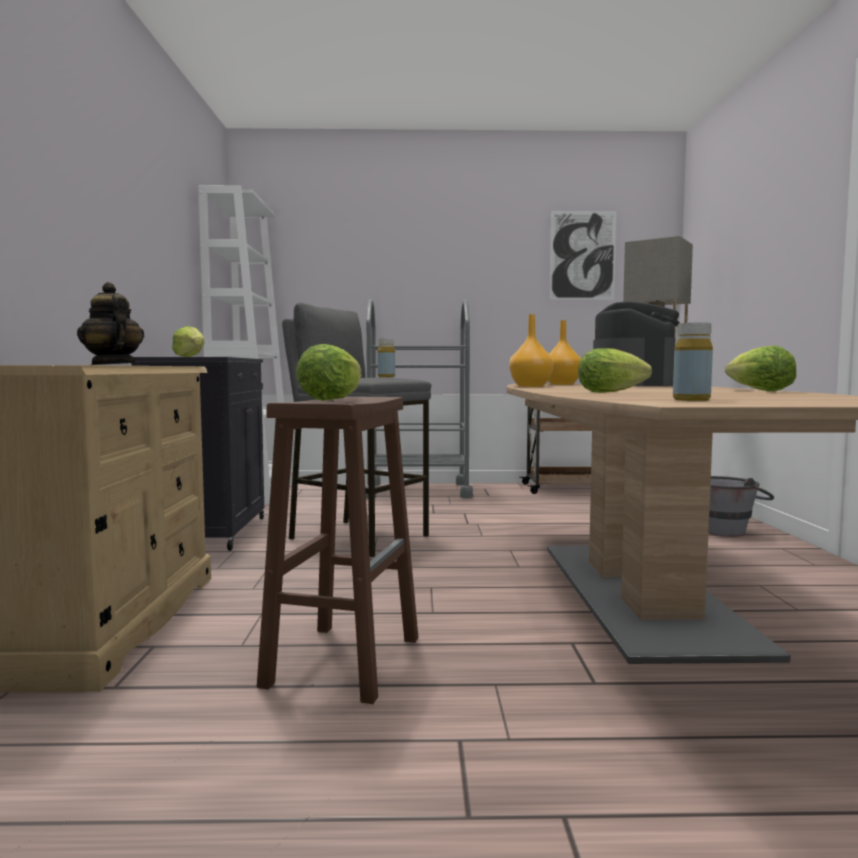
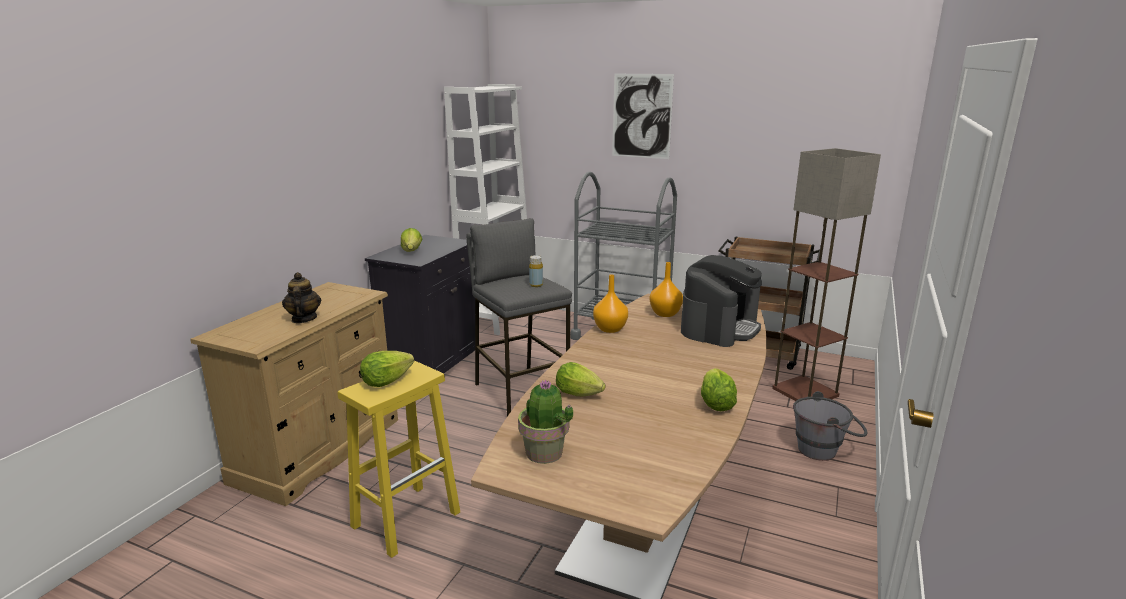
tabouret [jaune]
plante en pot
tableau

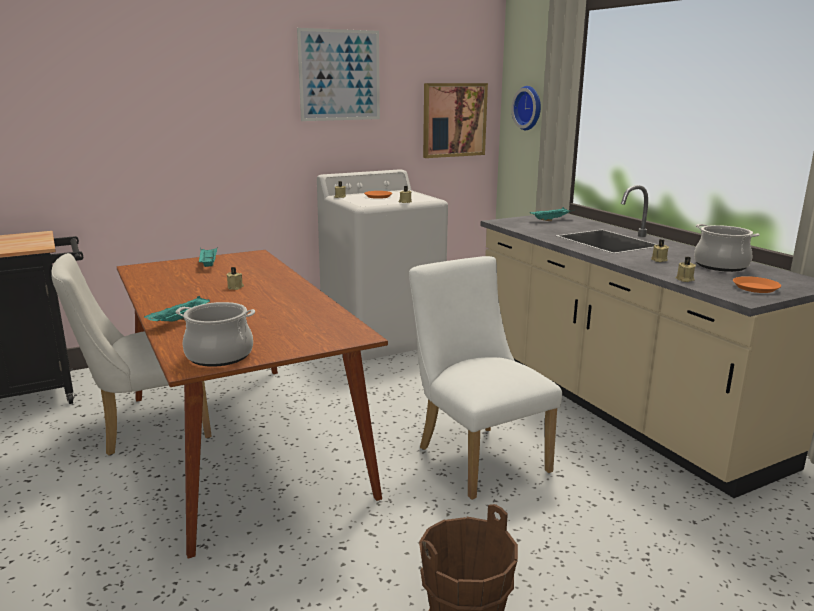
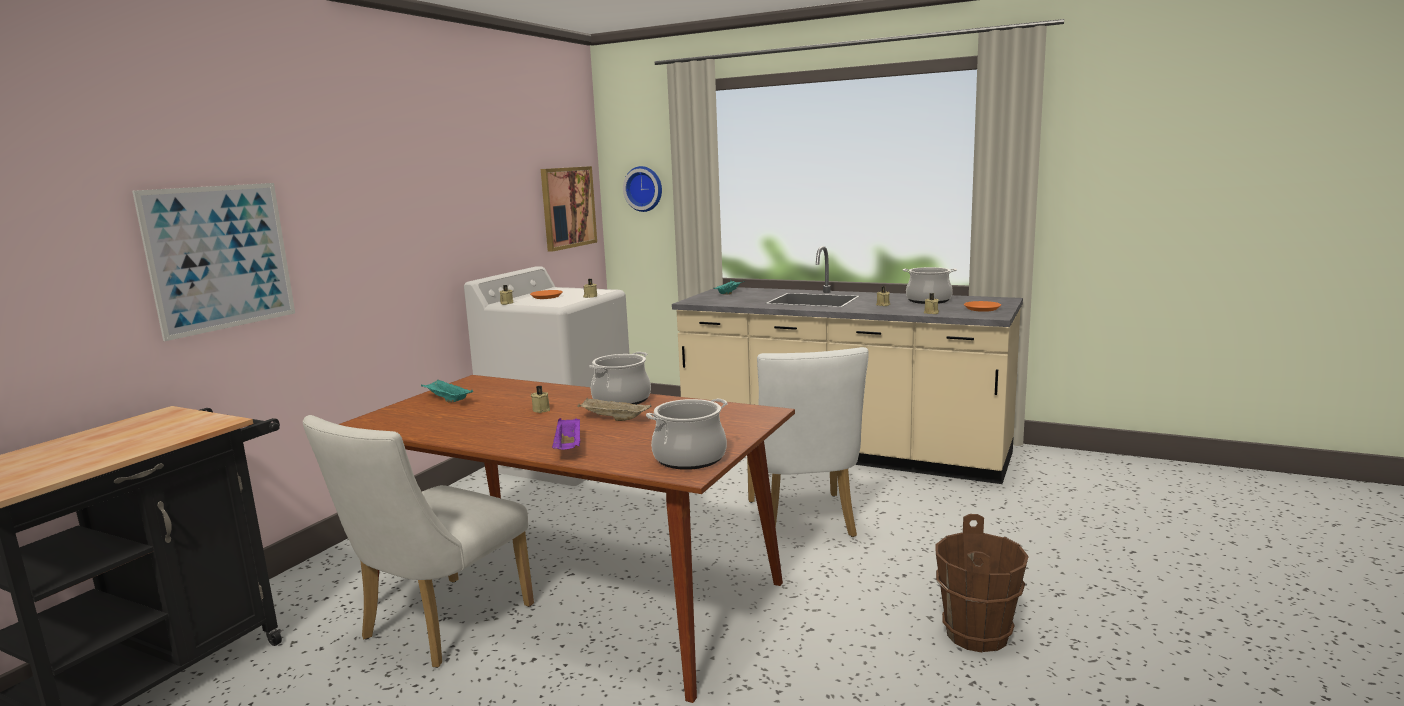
tableau (1st from left)
plateau [violet]
plateau [beige]
marmite (1st from left)
chaise [blanc] (2nd from left)

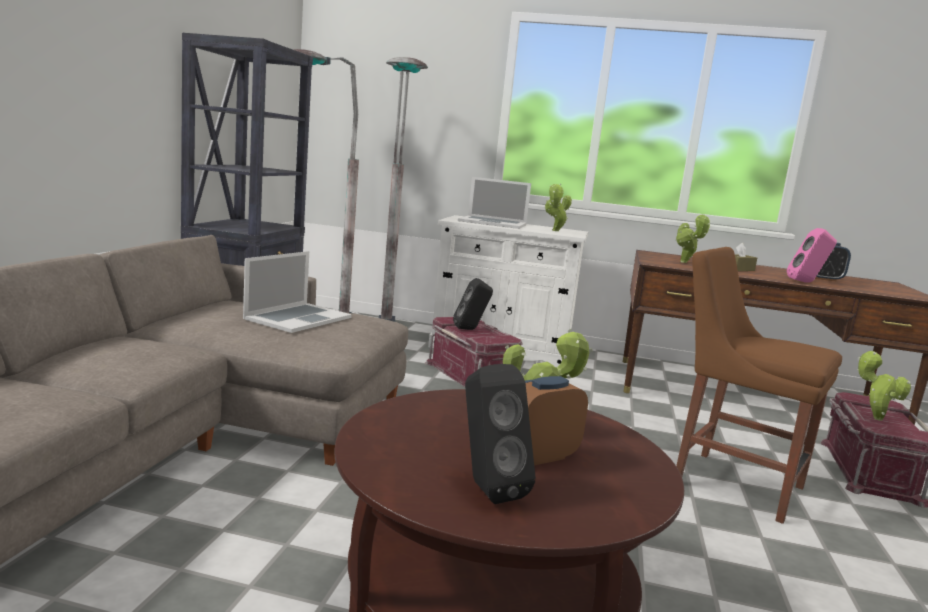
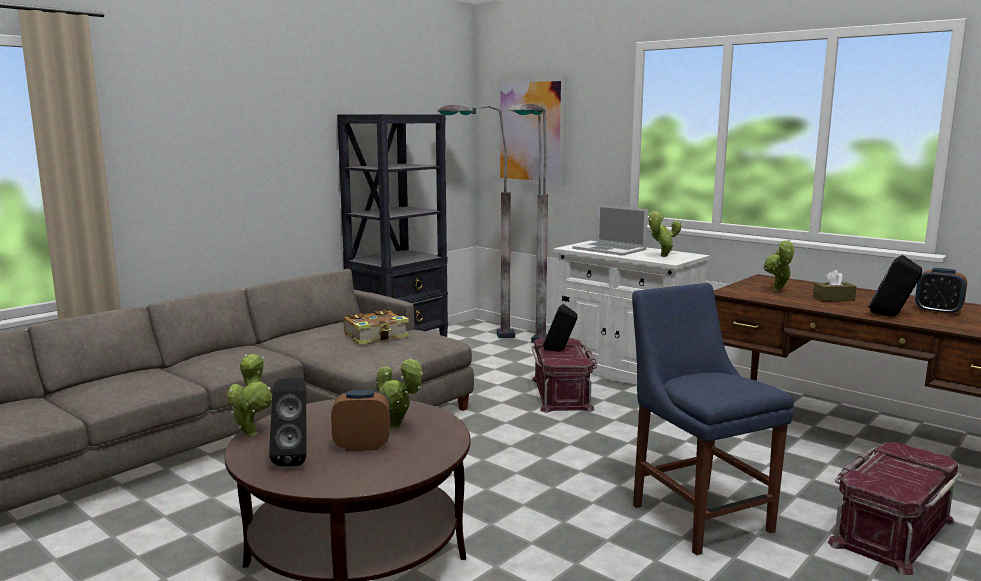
plante en pot (1st from left)
livre
tableau
chaise [bleu]
enceinte [noir] (3rd from left)

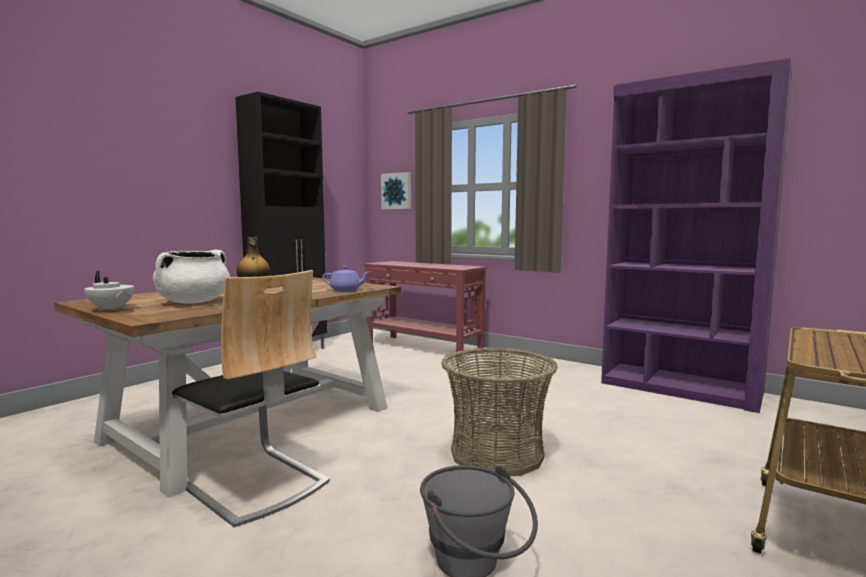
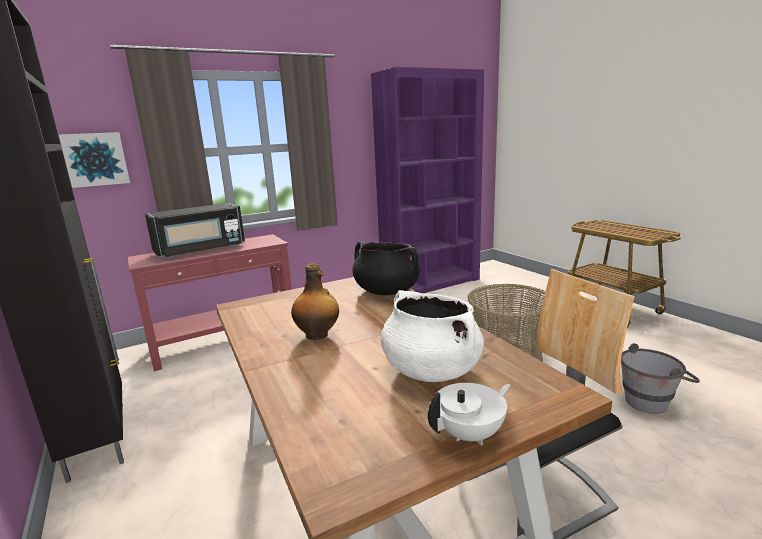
micro-ondes [noir]
marmite [noir]

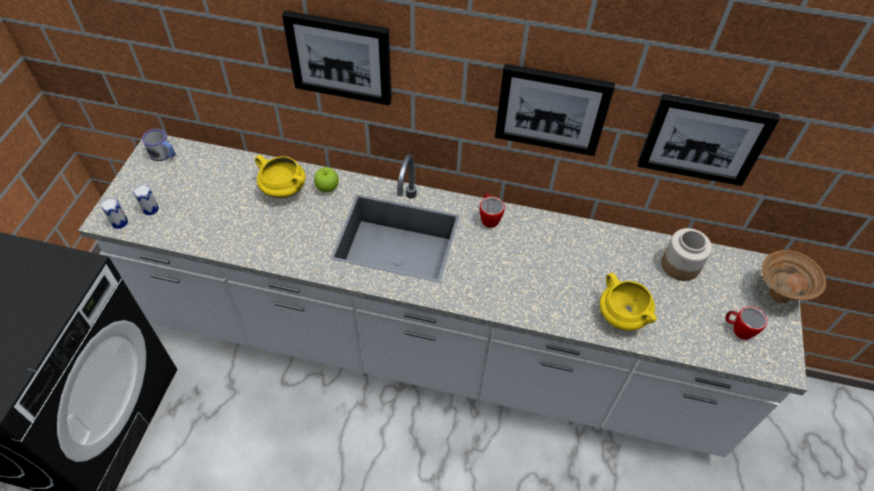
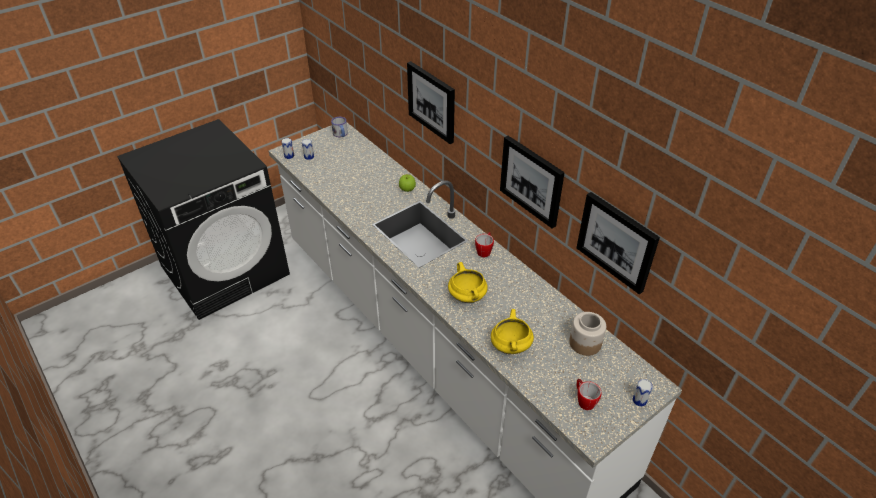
marmite [jaune] (1st from left)
boîte métallique (3rd from left)

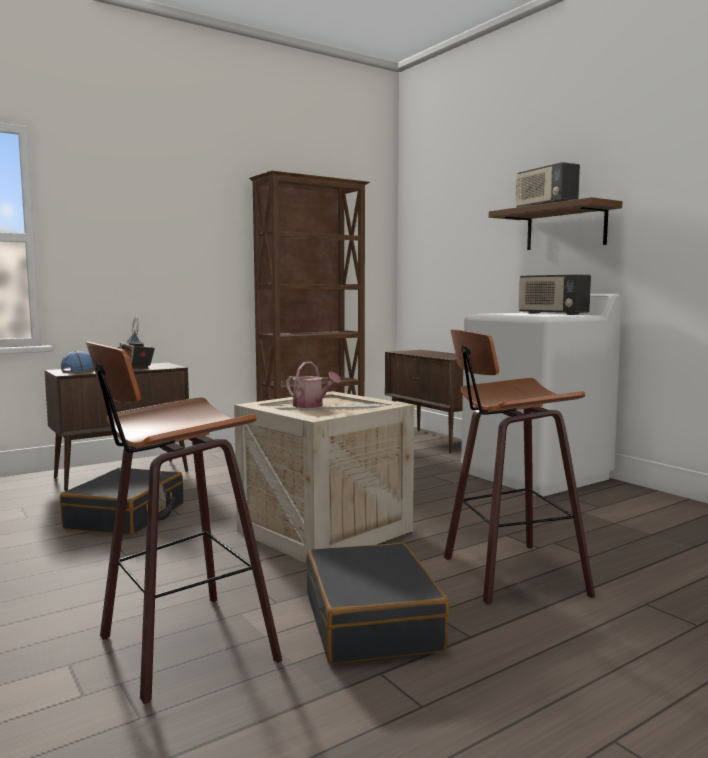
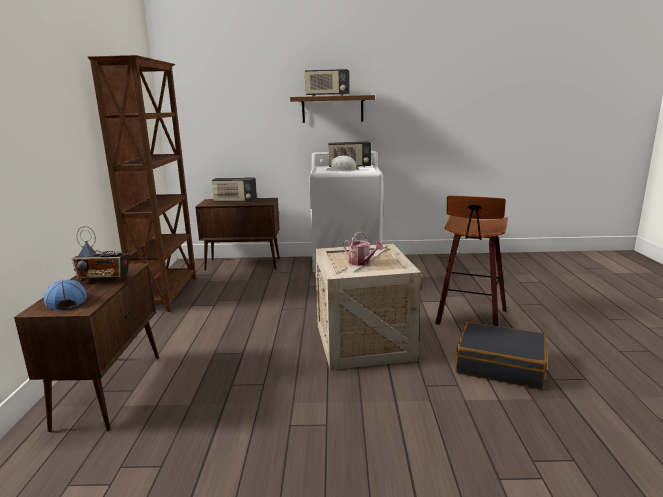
radio (2nd from left)
casque de chantier [blanc]
arrosoir
valise [noir] (1st from left in the first image)
tabouret (1st from left in the first image)

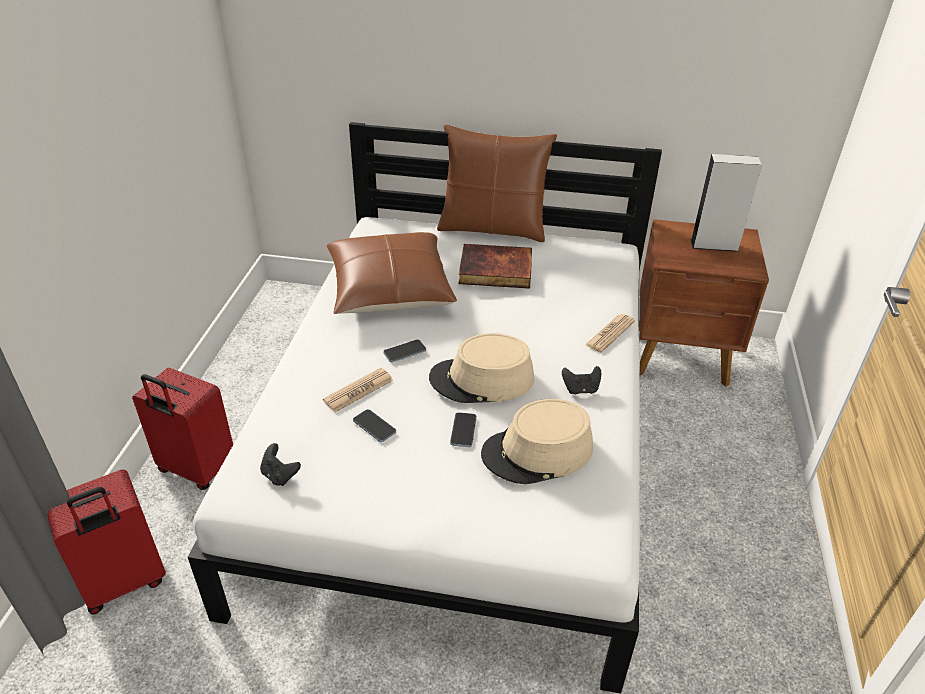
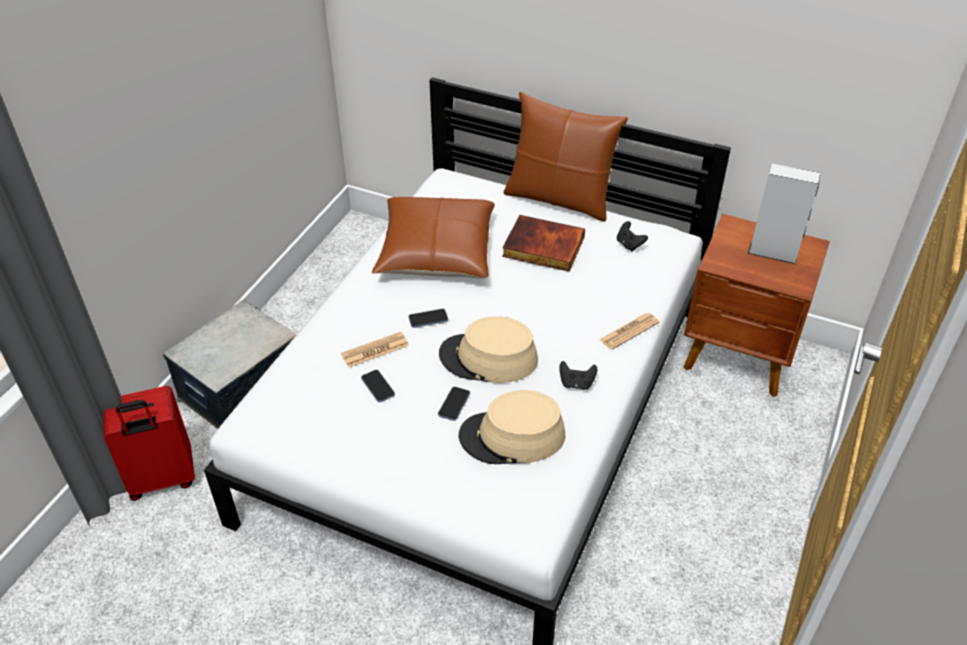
boîte de rangement
manette [noir] (2nd from left)

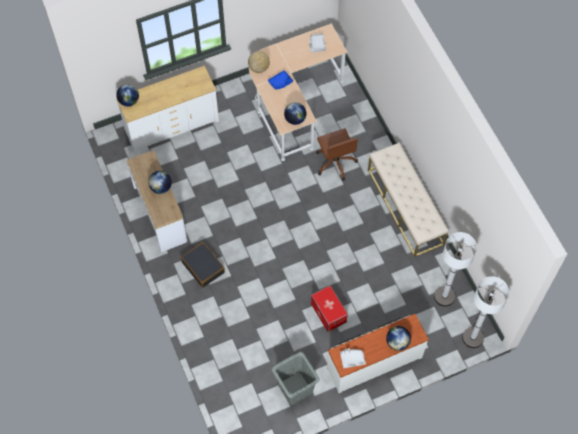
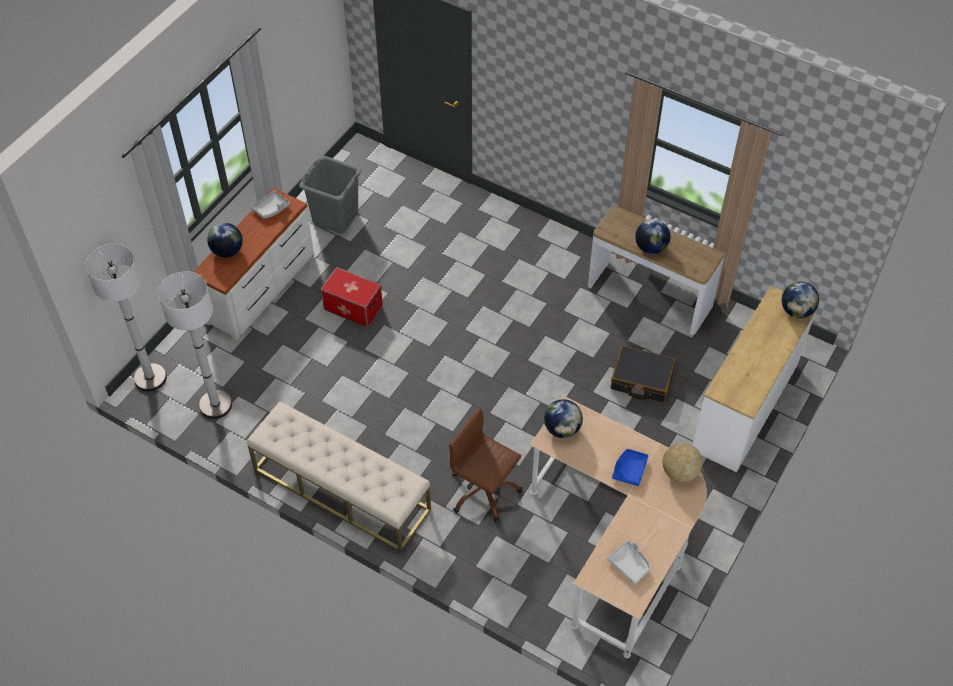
valise [noir]

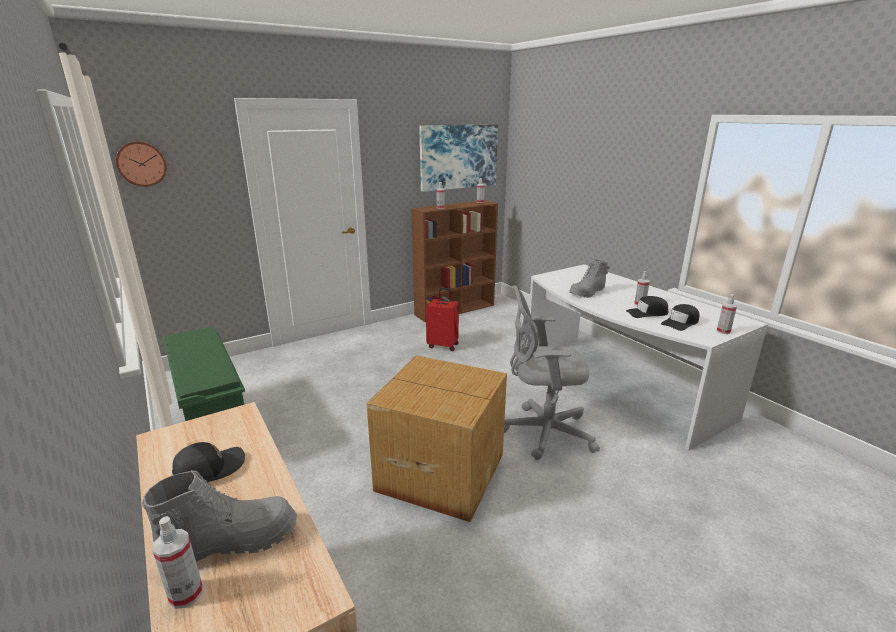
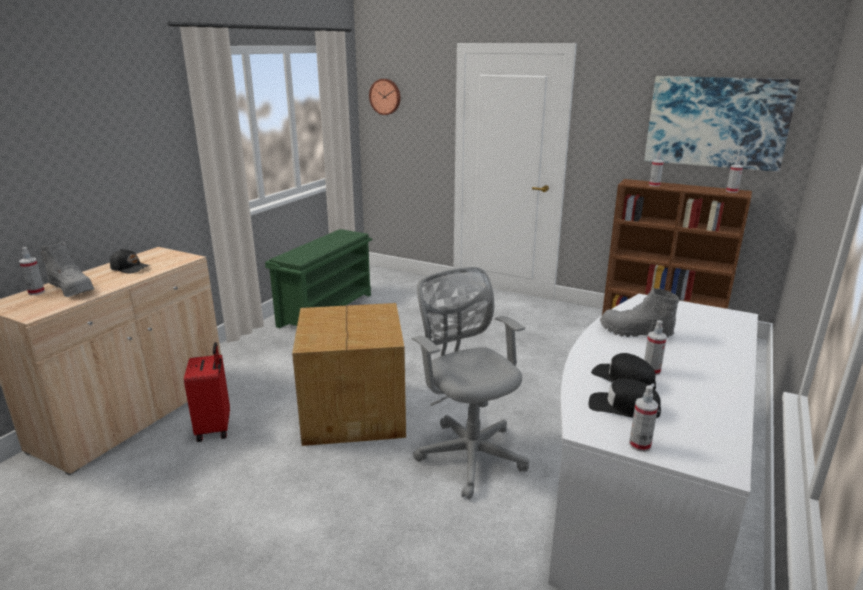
valise [rouge]

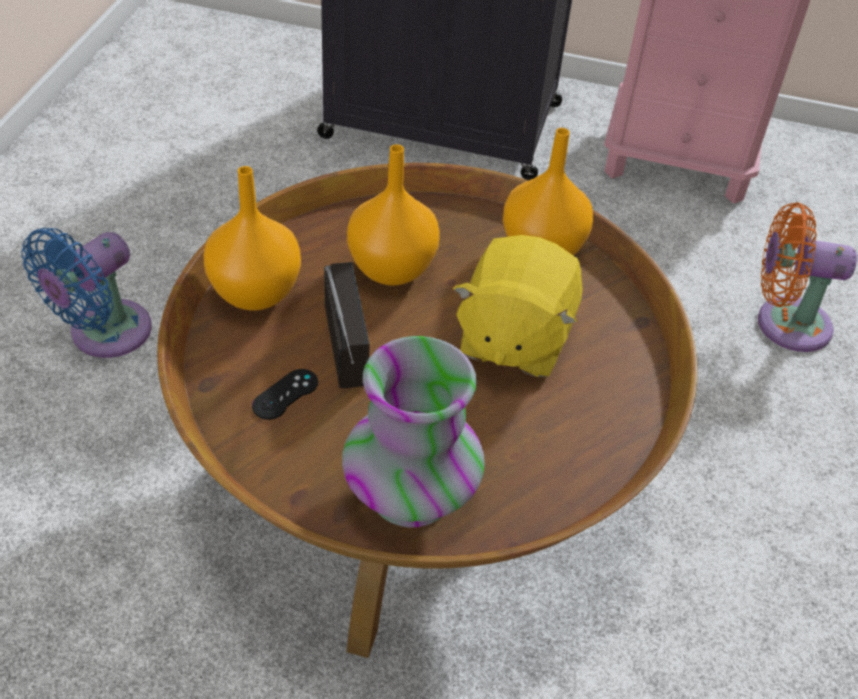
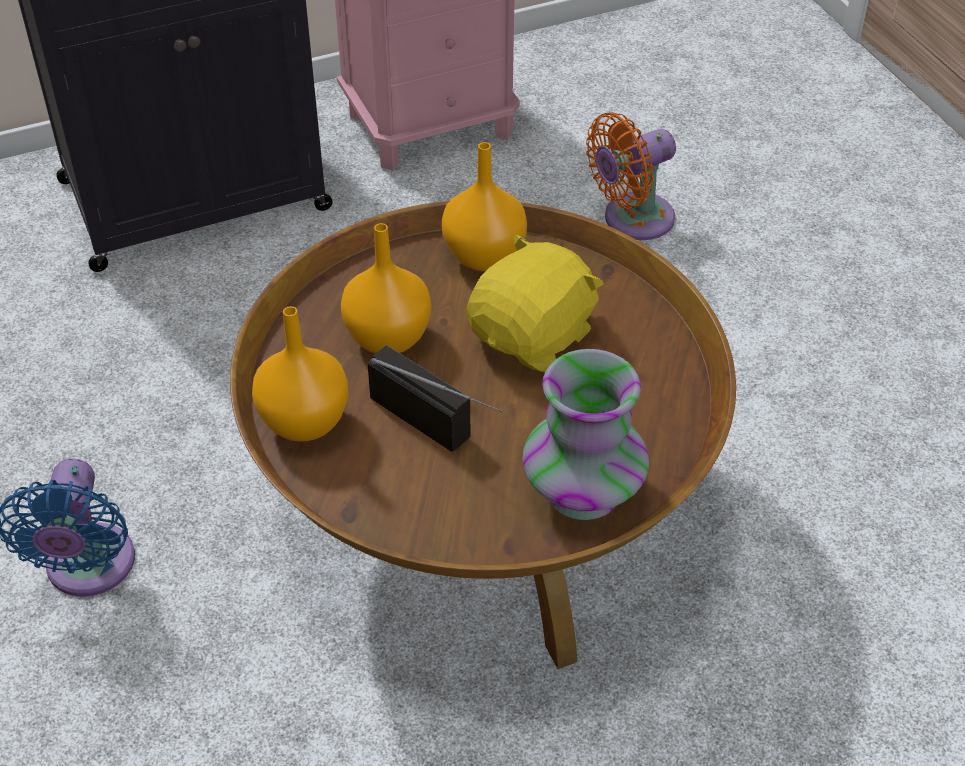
peluche [jaune]
manette [noir]

